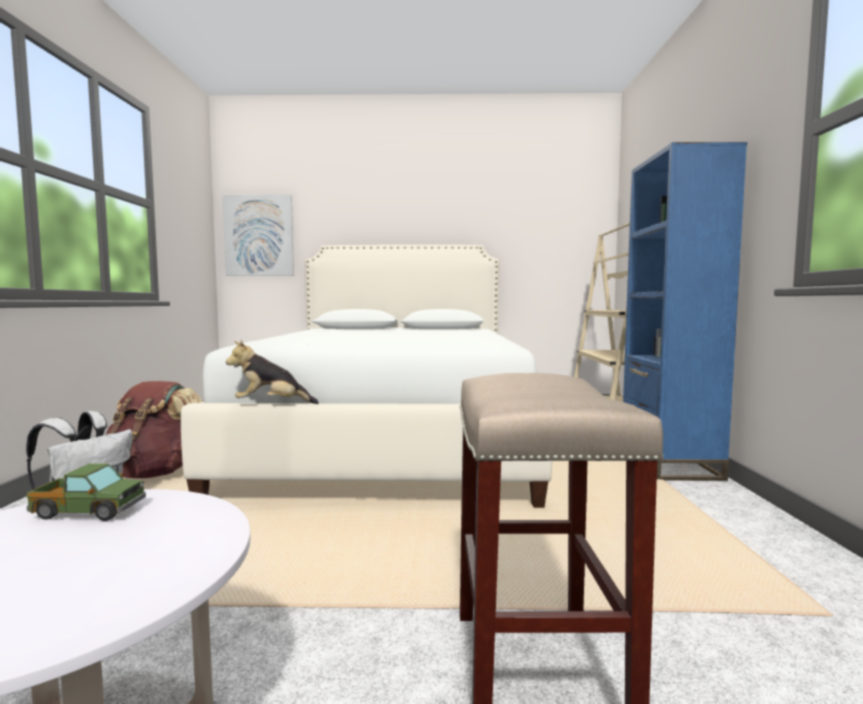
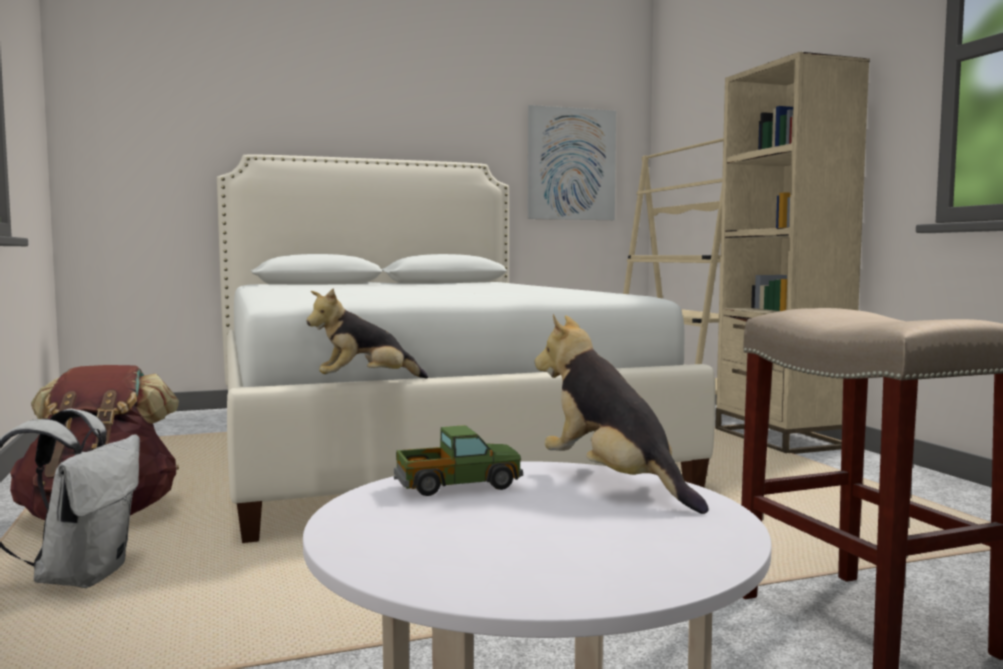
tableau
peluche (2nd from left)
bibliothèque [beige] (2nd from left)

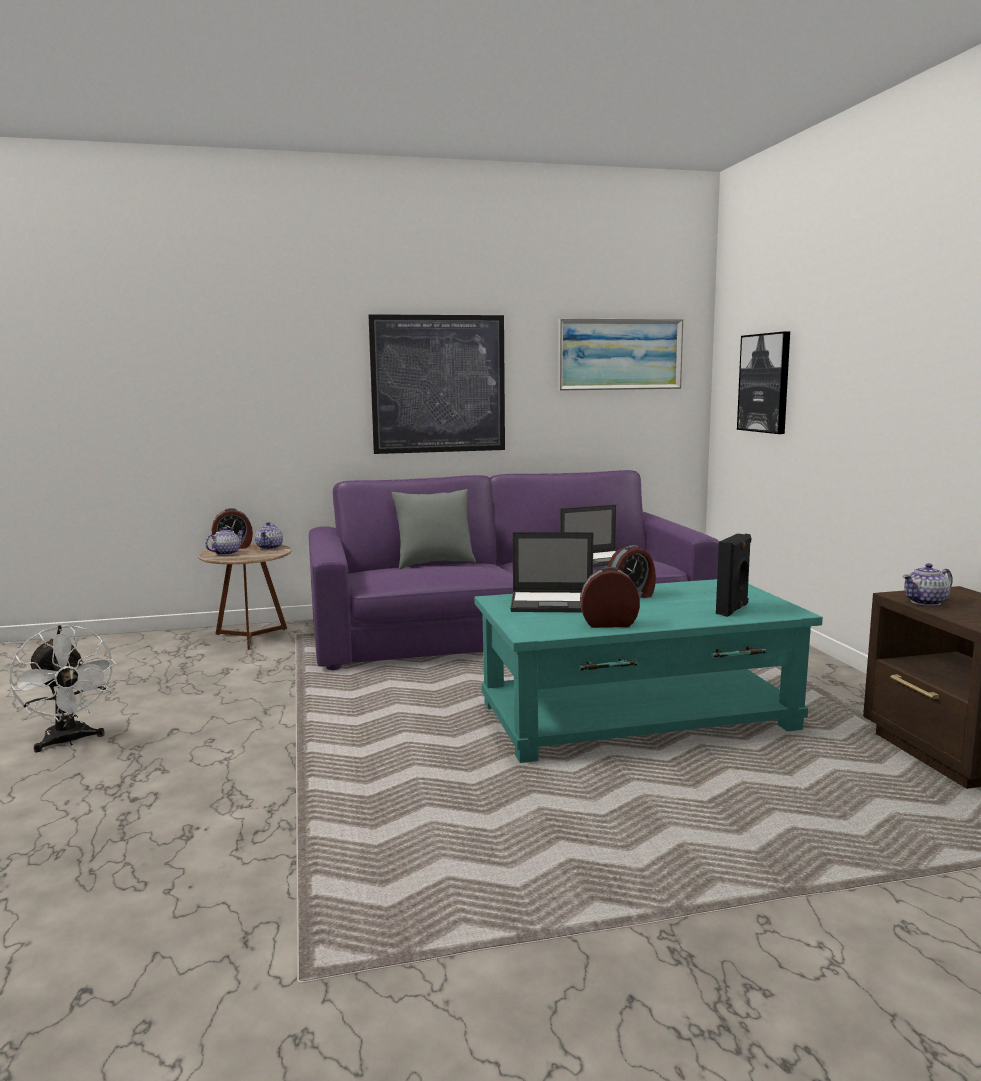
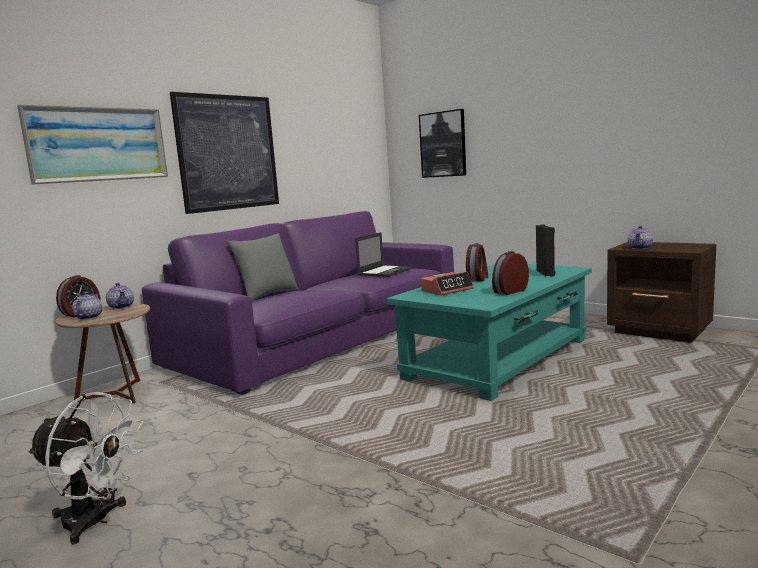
tableau (1st from left)
réveil (2nd from left)

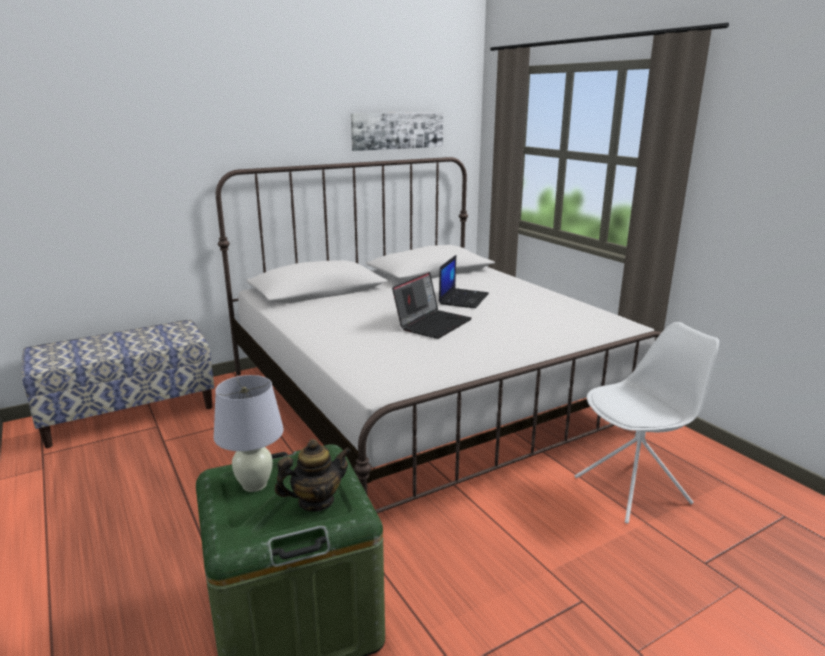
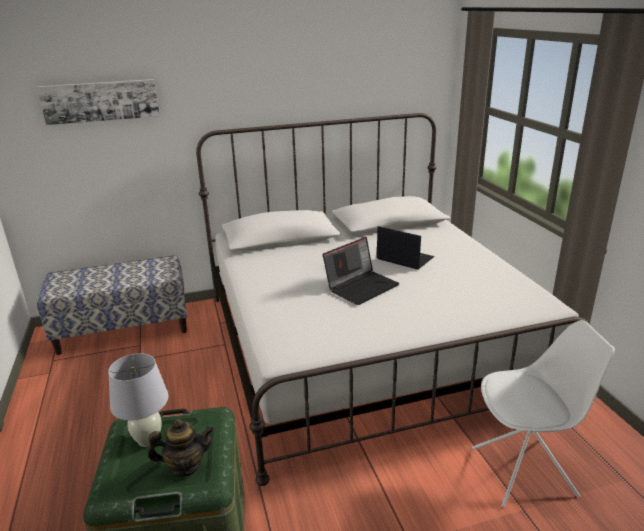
tableau
ordinateur portable (2nd from left)

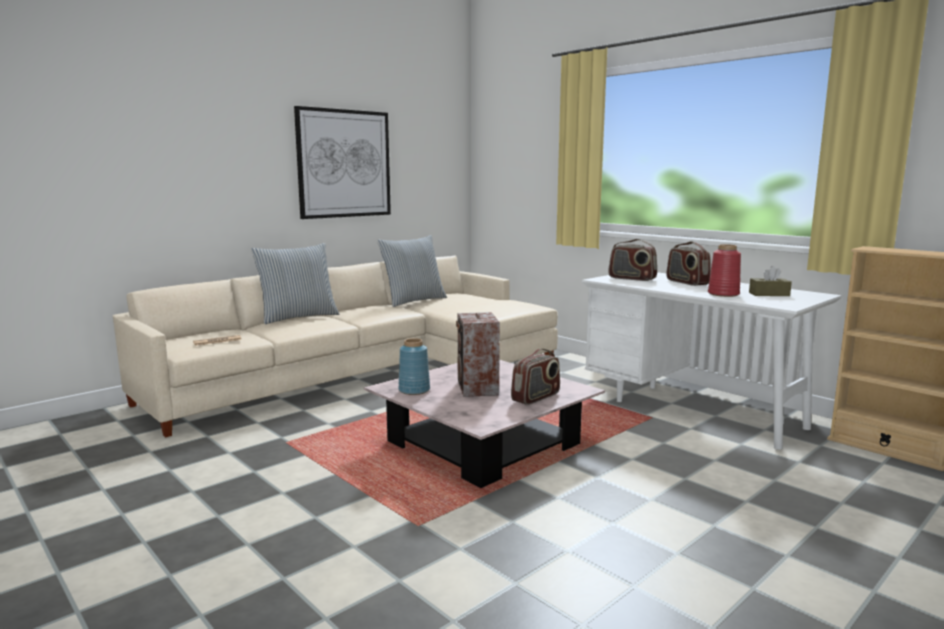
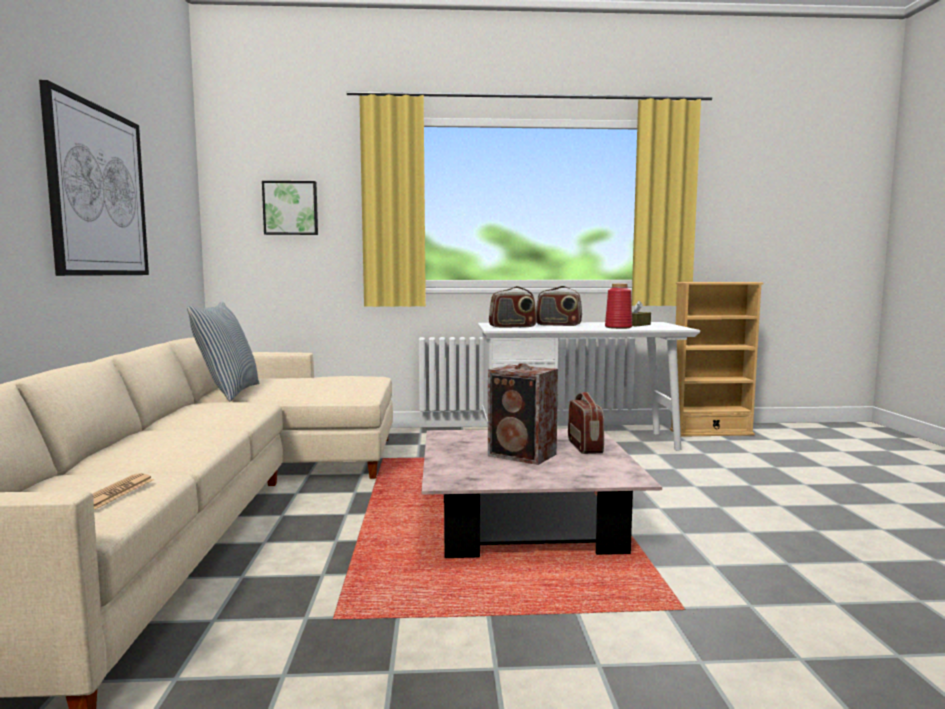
tableau (2nd from left)
coussin (1st from left in the first image)
vase [bleu]

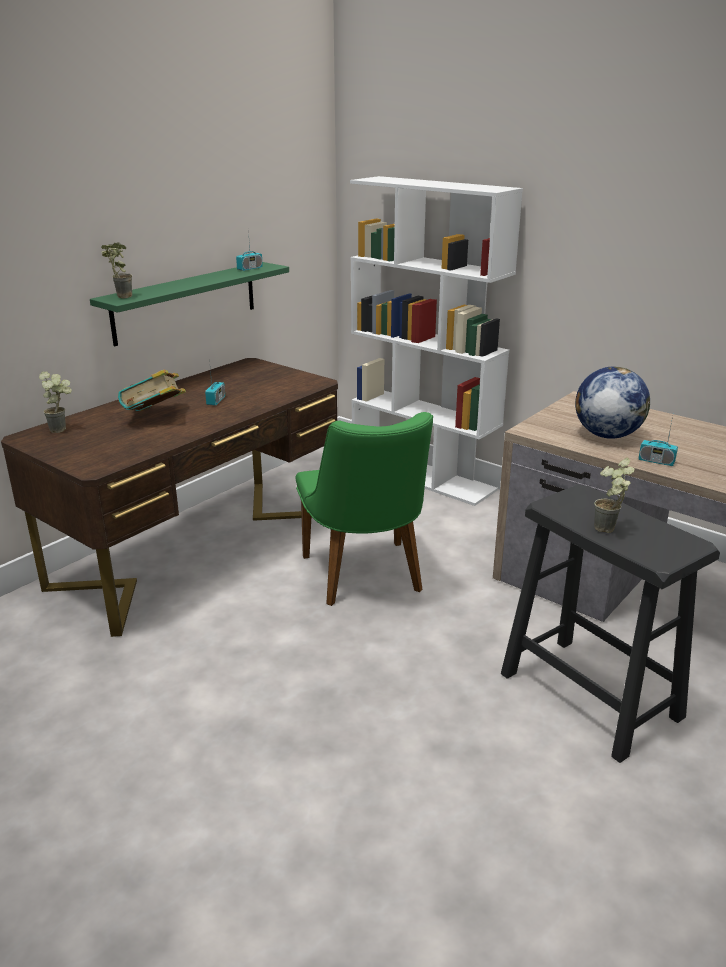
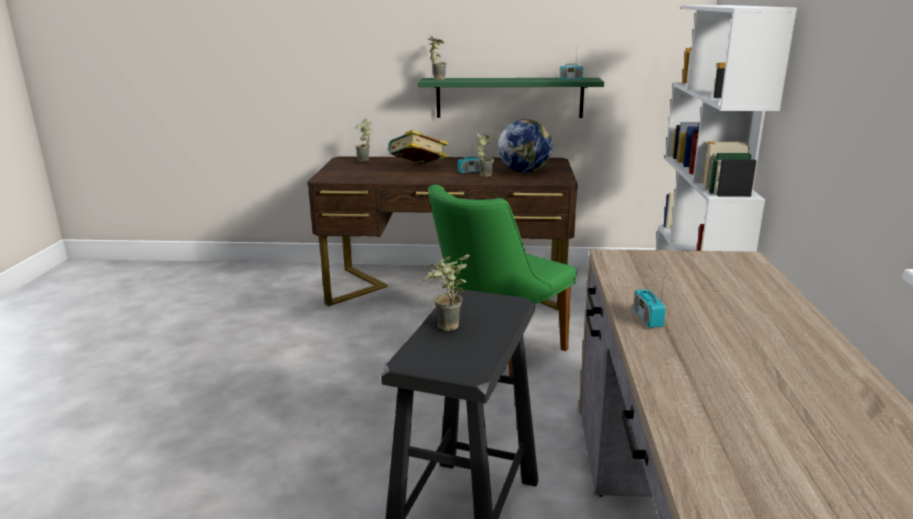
plante en pot (4th from left)
globe

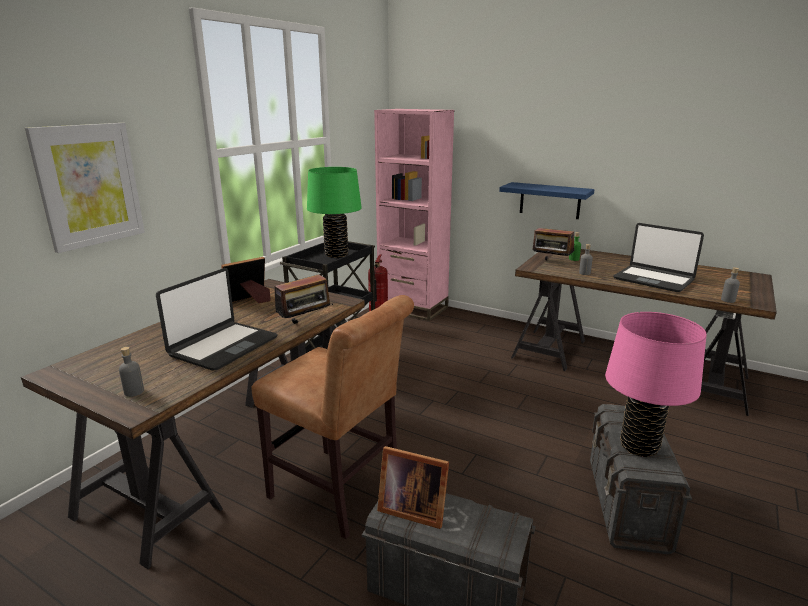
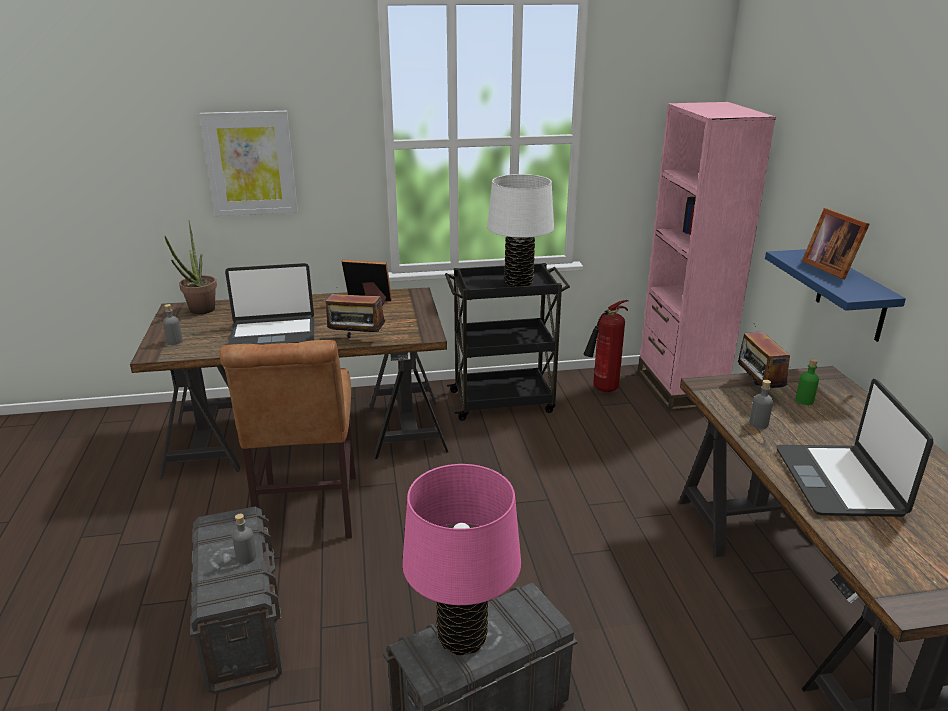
plante en pot
bouteille [gris] (2nd from left)
lampe de table [blanc]
cadre photo (2nd from left)

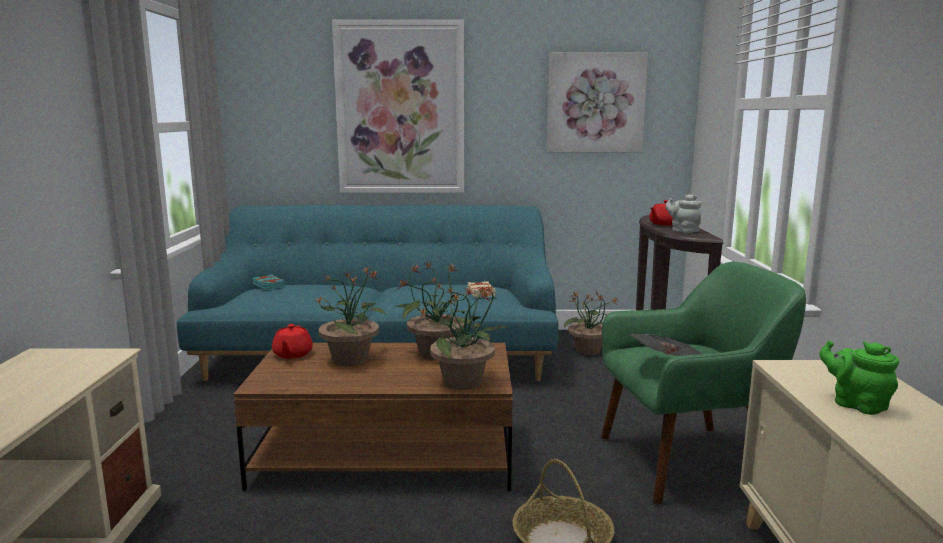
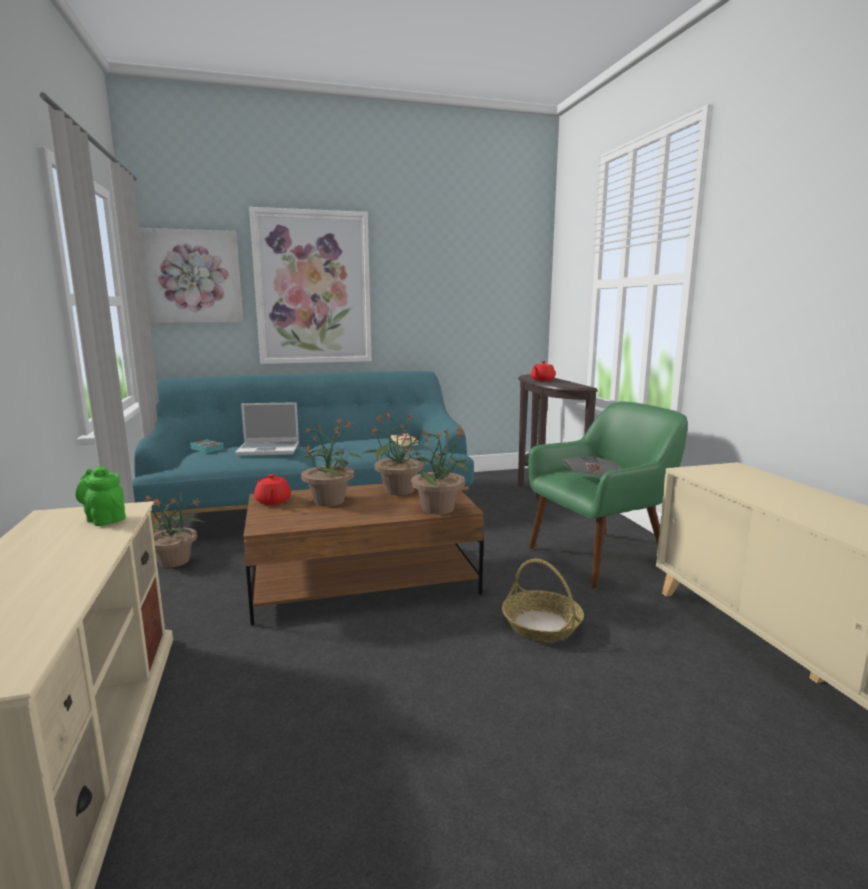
théière [vert]
tableau (1st from left)
plante en pot (1st from left)
ordinateur portable
théière [gris]

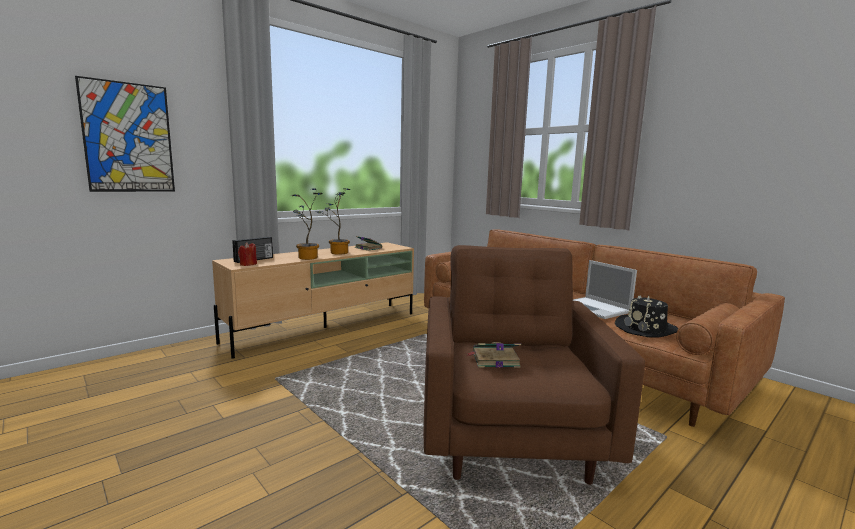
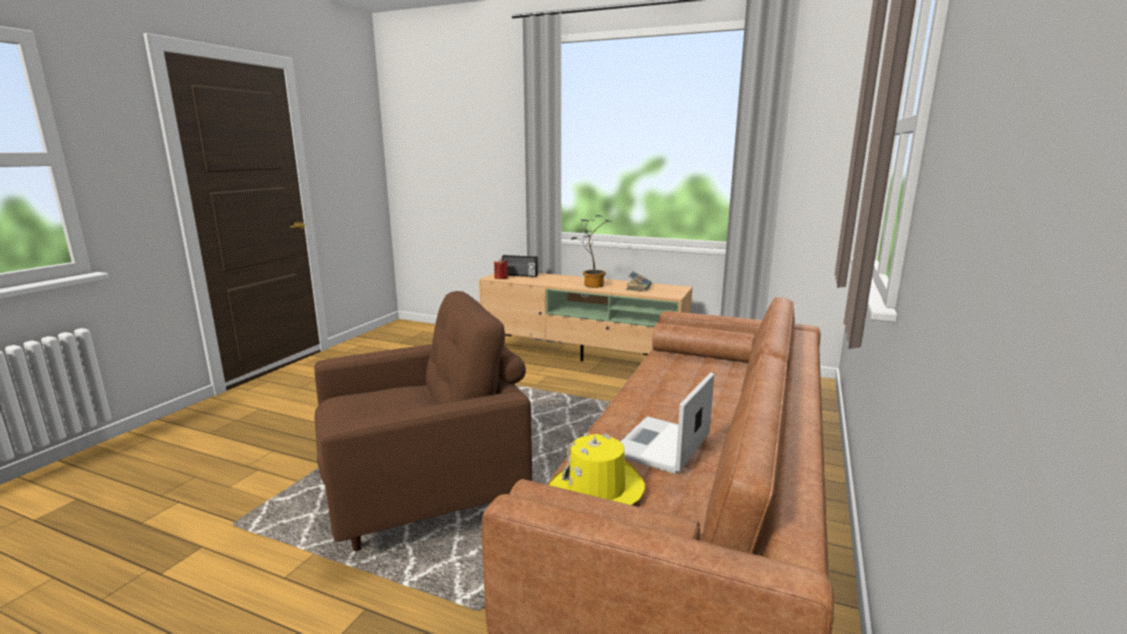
chapeau [jaune]
tableau
plante en pot (1st from left in the first image)
livre (2nd from left in the first image)

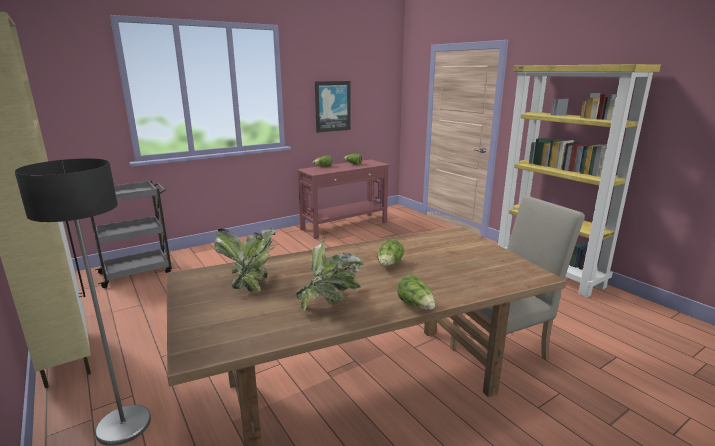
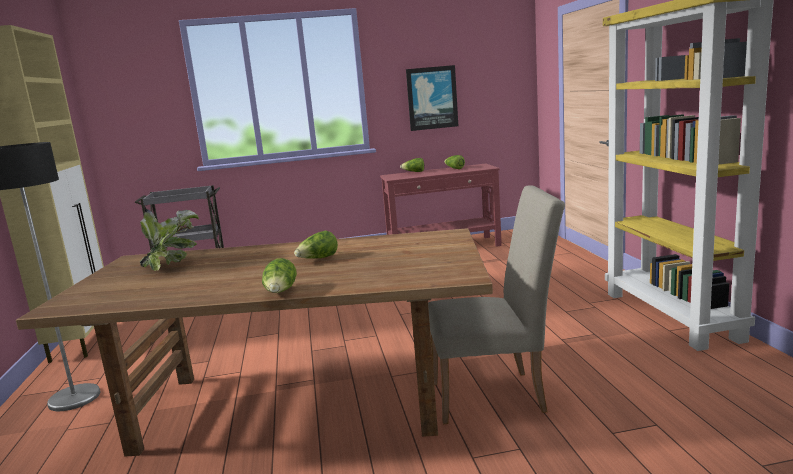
plante en pot (2nd from left in the first image)

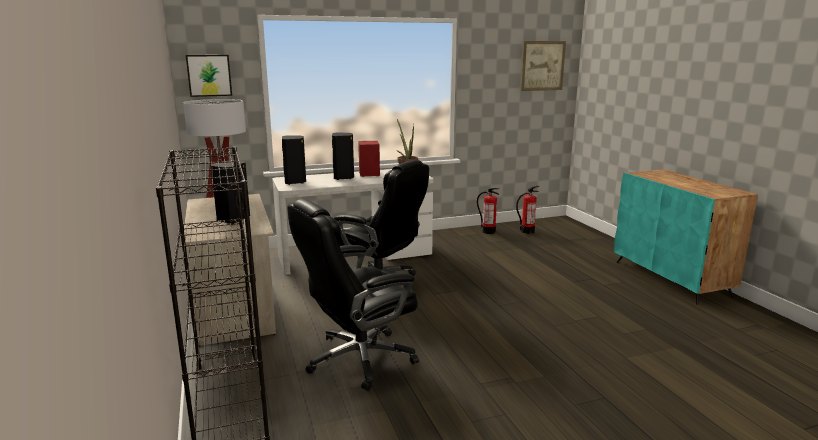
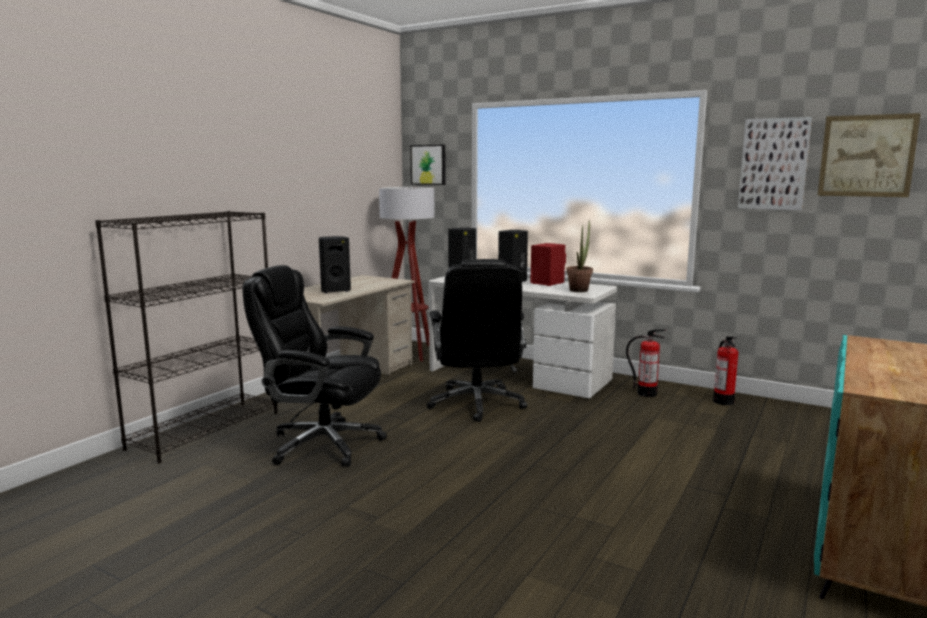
extincteur (1st from left)
tableau (2nd from left)

